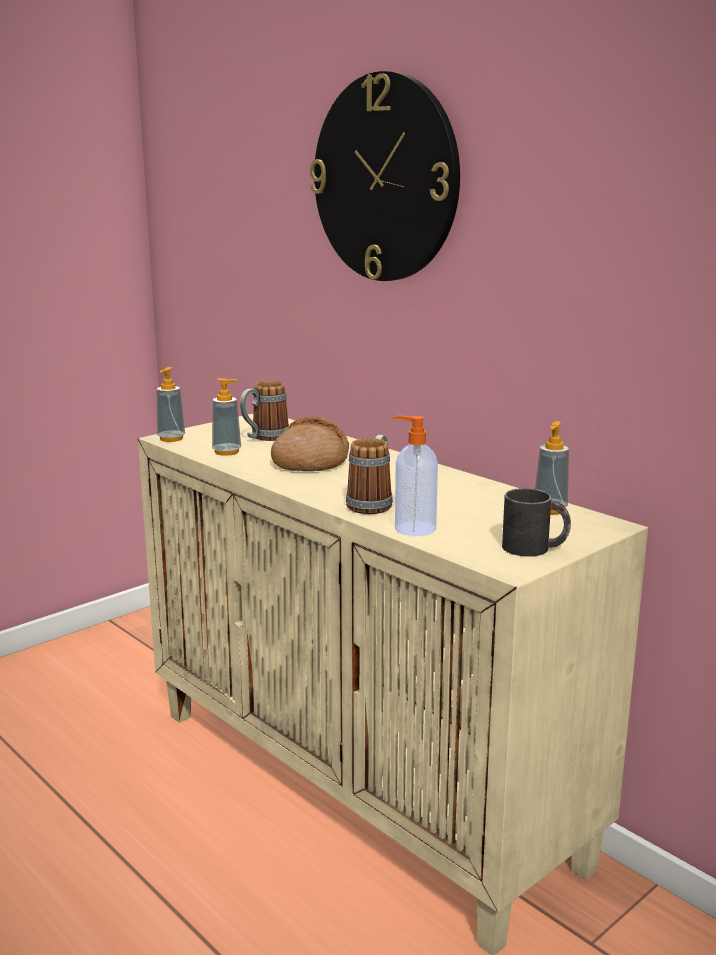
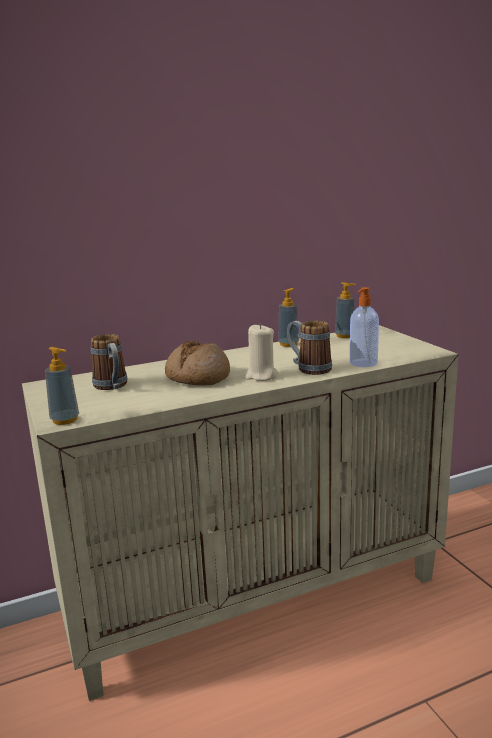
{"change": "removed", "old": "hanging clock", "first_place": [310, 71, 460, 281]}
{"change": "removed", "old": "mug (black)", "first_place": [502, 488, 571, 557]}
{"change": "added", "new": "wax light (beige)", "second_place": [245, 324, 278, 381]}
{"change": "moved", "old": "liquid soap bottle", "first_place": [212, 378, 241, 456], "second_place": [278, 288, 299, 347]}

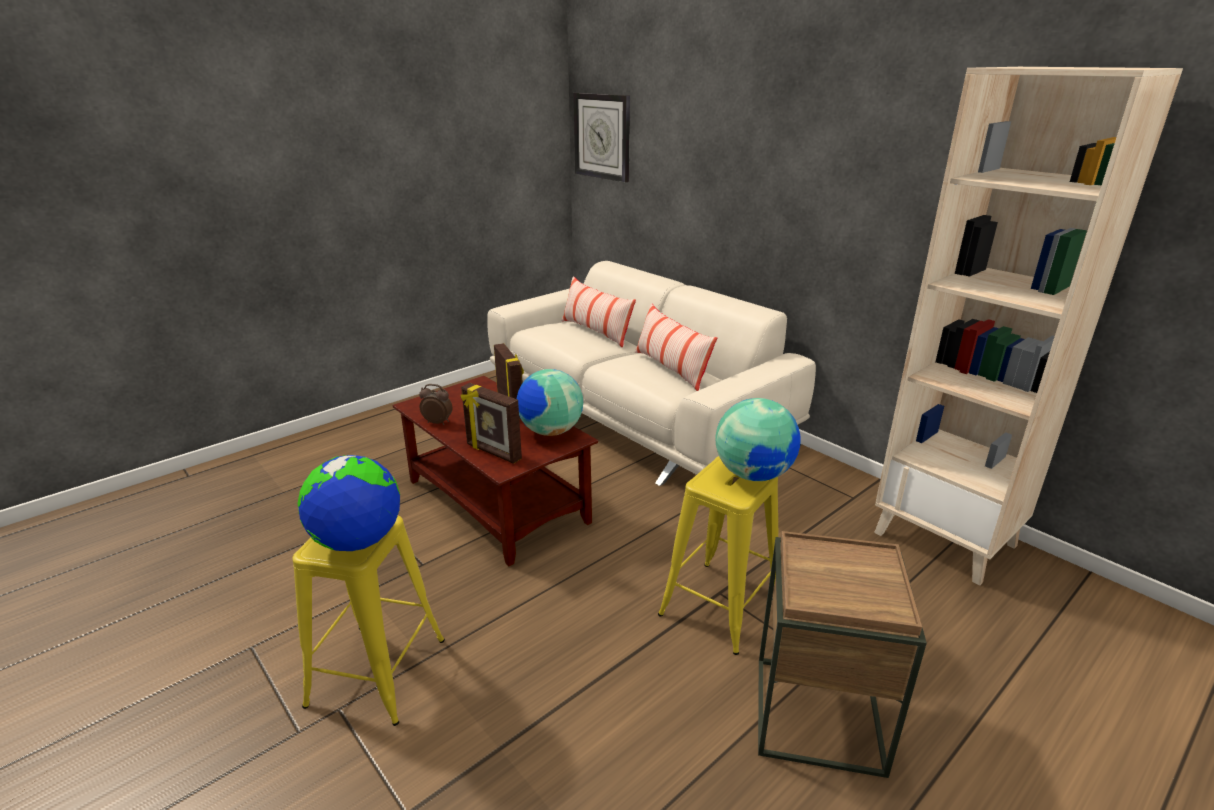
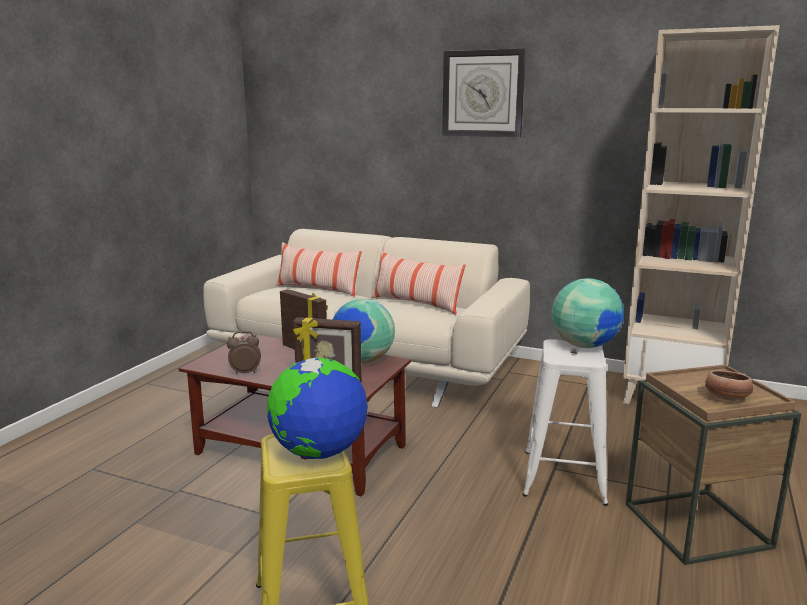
{"change": "added", "new": "deep dish", "second_place": [705, 370, 753, 400]}
{"change": "moved", "old": "hanging clock", "first_place": [574, 93, 630, 182], "second_place": [442, 49, 526, 137]}
{"change": "recoloured", "old": "sitting stool (yellowish)", "new": "sitting stool (whitish)", "first_place": [658, 456, 778, 655], "second_place": [523, 339, 608, 506]}

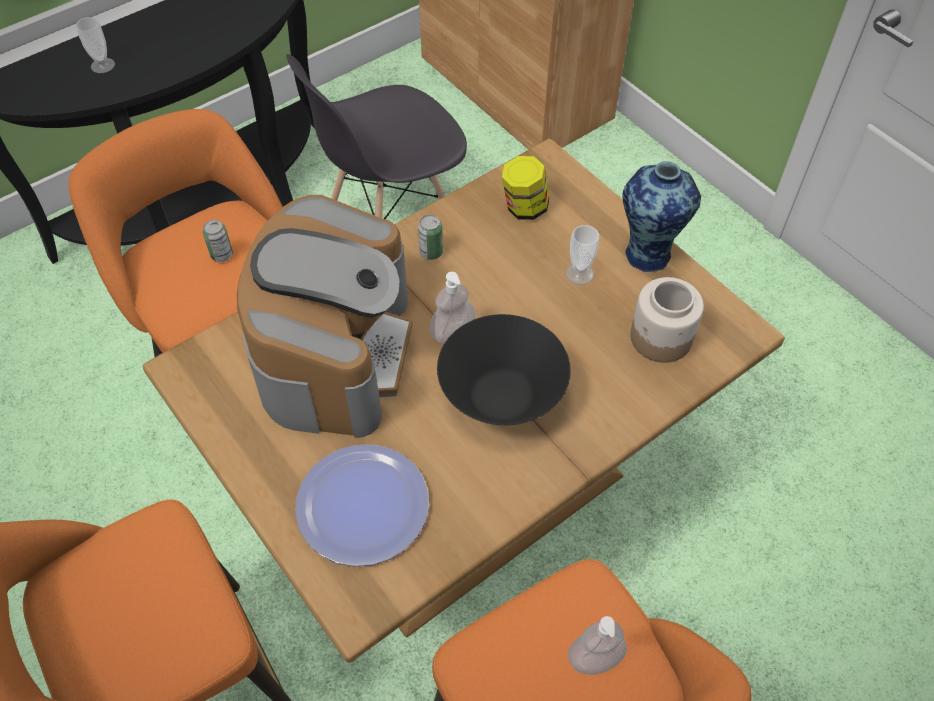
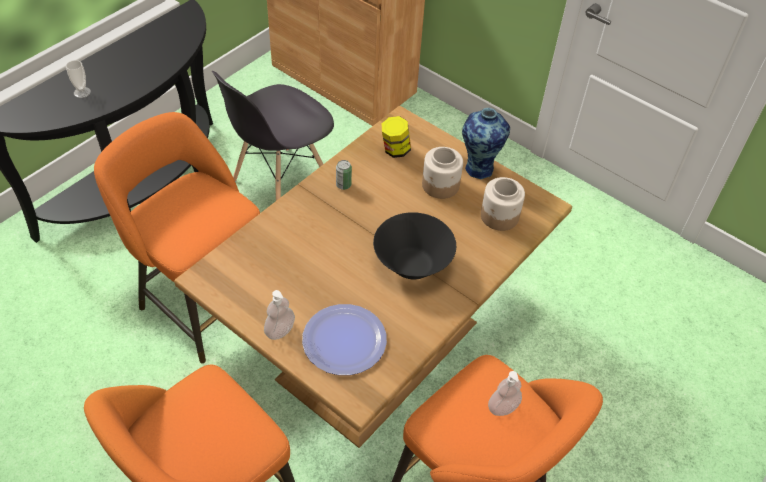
{"change": "removed", "old": "sealed can", "first_place": [203, 220, 233, 262]}
{"change": "removed", "old": "coffee maker", "first_place": [237, 195, 413, 438]}
{"change": "moved", "old": "liquid soap bottle", "first_place": [429, 272, 476, 343], "second_place": [264, 290, 295, 340]}
{"change": "replaced", "old": "drinking cup", "new": "jar", "first_place": [566, 225, 599, 285], "second_place": [422, 147, 463, 199]}

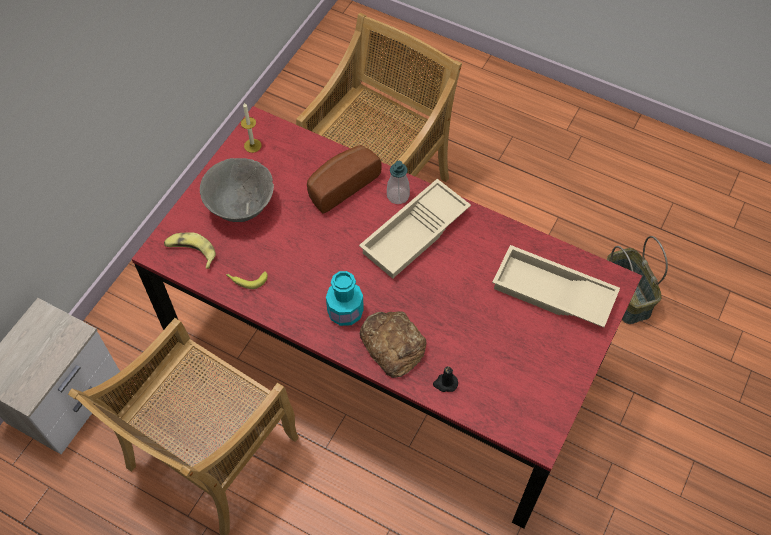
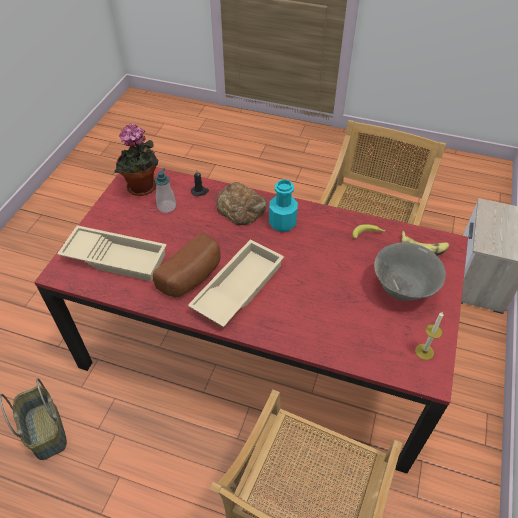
{"change": "added", "new": "plant in a pot", "second_place": [114, 123, 158, 196]}
{"change": "moved", "old": "baked bread", "first_place": [307, 145, 382, 214], "second_place": [153, 233, 221, 298]}
{"change": "moved", "old": "liquid soap bottle", "first_place": [387, 161, 410, 204], "second_place": [155, 168, 176, 213]}

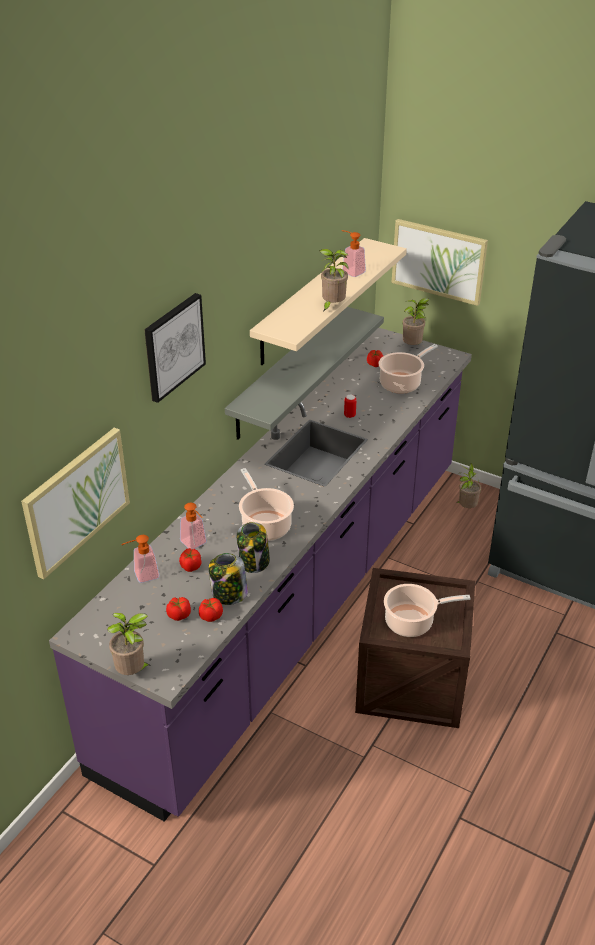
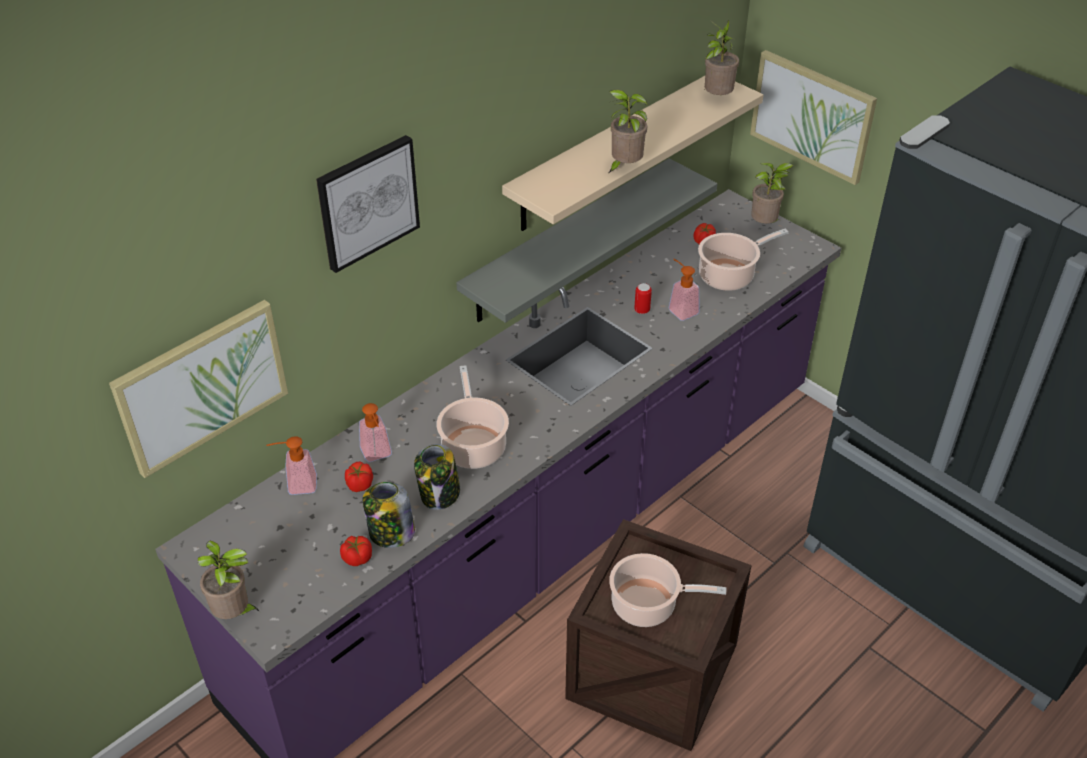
{"change": "removed", "old": "fresh tomato", "first_place": [166, 597, 191, 621]}
{"change": "moved", "old": "liquid soap bottle", "first_place": [342, 230, 366, 277], "second_place": [669, 259, 700, 321]}
{"change": "moved", "old": "plant in a pot", "first_place": [456, 463, 481, 508], "second_place": [704, 20, 739, 95]}

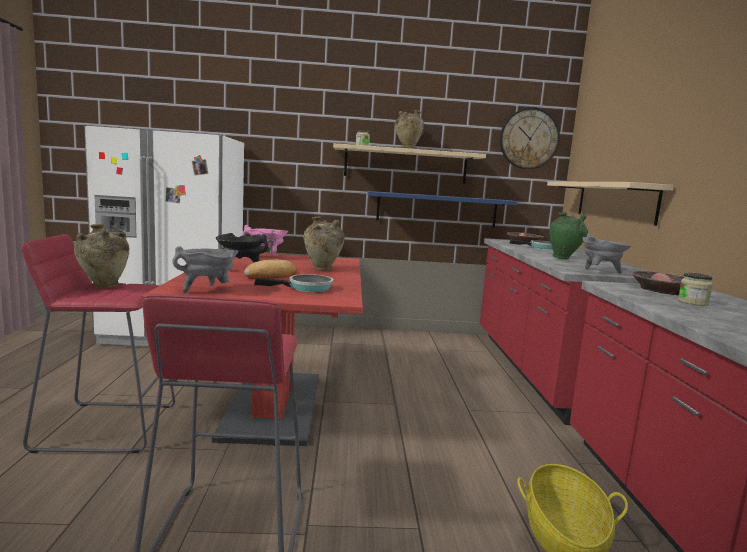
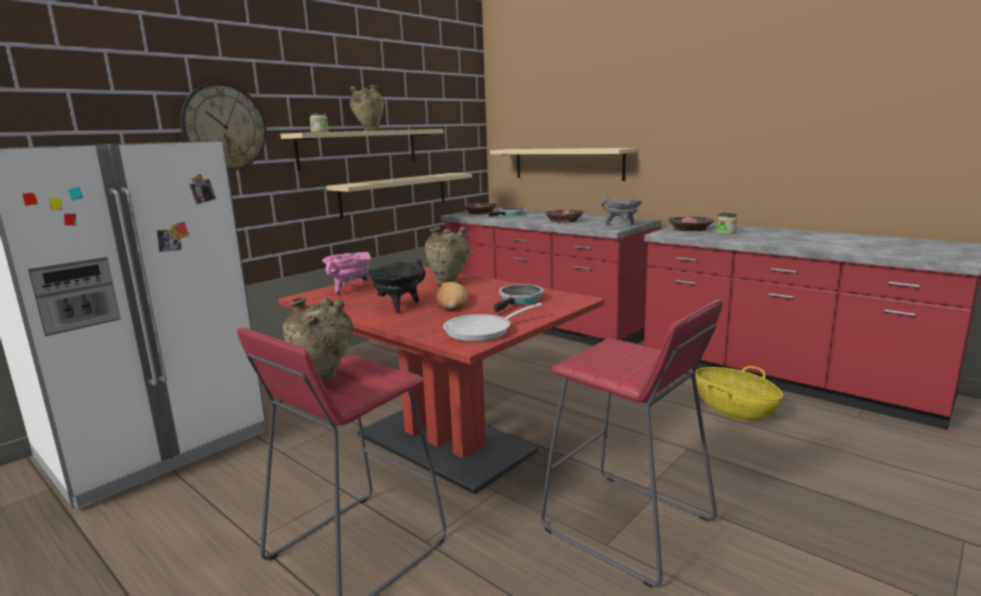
{"change": "moved", "old": "hanging clock", "first_place": [500, 107, 560, 169], "second_place": [180, 82, 266, 170]}
{"change": "replaced", "old": "saucepot (grey)", "new": "pan", "first_place": [172, 246, 239, 293], "second_place": [443, 303, 542, 342]}
{"change": "replaced", "old": "vase (green)", "new": "deep dish", "first_place": [549, 212, 588, 259], "second_place": [544, 209, 584, 223]}
{"change": "recoloured", "old": "bracket shelf (bluish)", "new": "bracket shelf (beige)", "first_place": [367, 191, 517, 227], "second_place": [326, 173, 472, 219]}

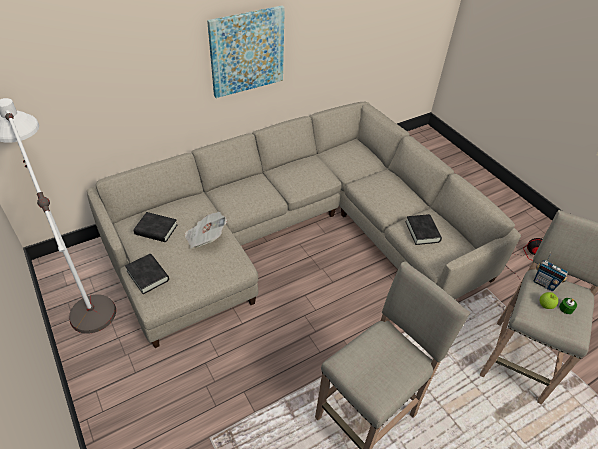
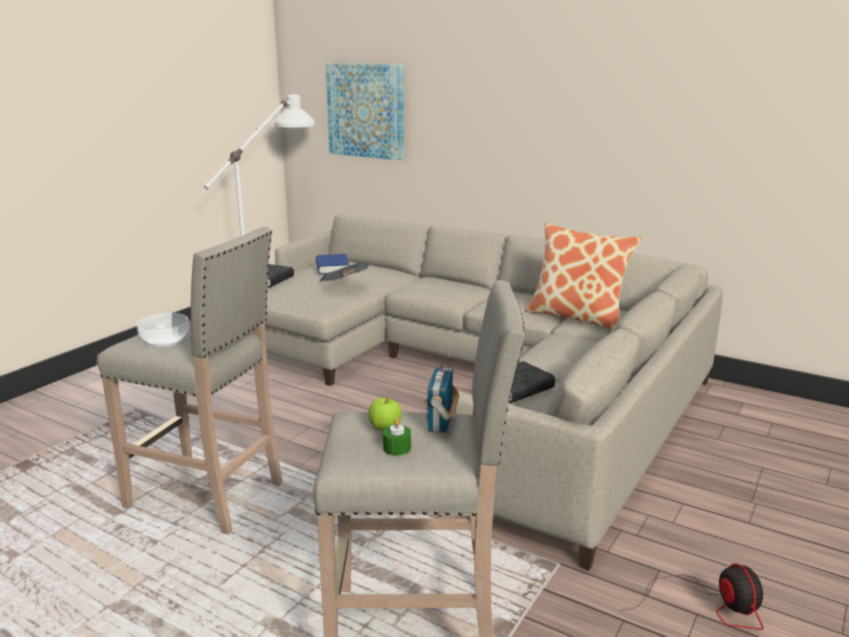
{"change": "added", "new": "deep dish", "second_place": [136, 313, 189, 347]}
{"change": "added", "new": "cushion", "second_place": [525, 223, 641, 330]}
{"change": "moved", "old": "wall art", "first_place": [207, 6, 285, 98], "second_place": [326, 63, 404, 160]}
{"change": "recoloured", "old": "book (black)", "new": "book (bluish)", "first_place": [134, 212, 177, 242], "second_place": [316, 254, 350, 275]}

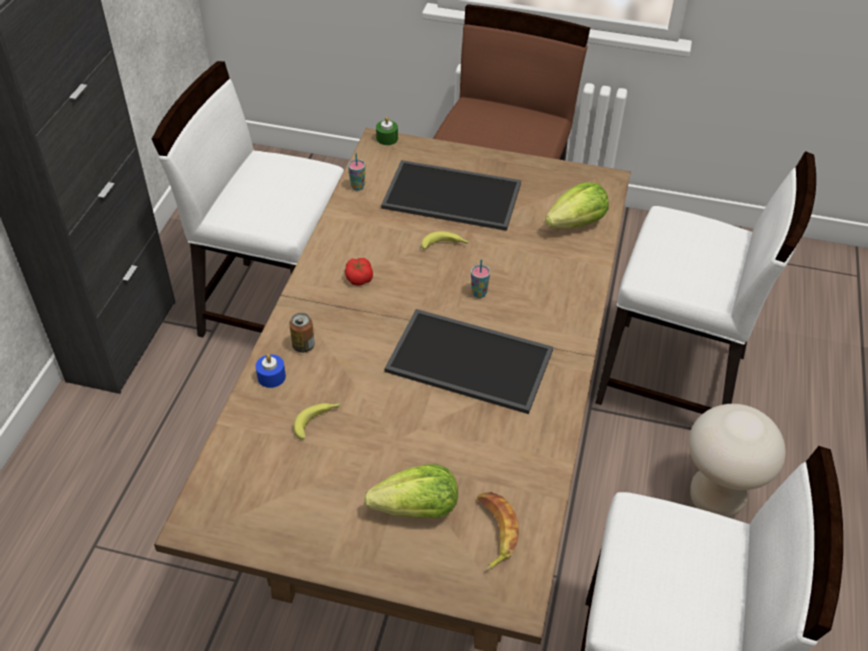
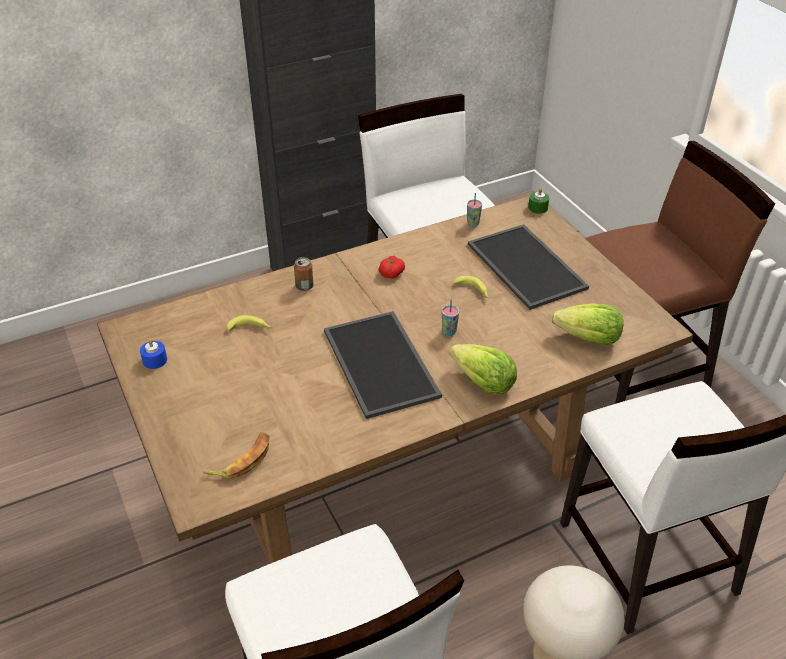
{"change": "moved", "old": "wax light (bluish)", "first_place": [256, 354, 286, 388], "second_place": [140, 339, 167, 369]}
{"change": "moved", "old": "head of lettuce", "first_place": [364, 464, 458, 518], "second_place": [450, 344, 517, 395]}

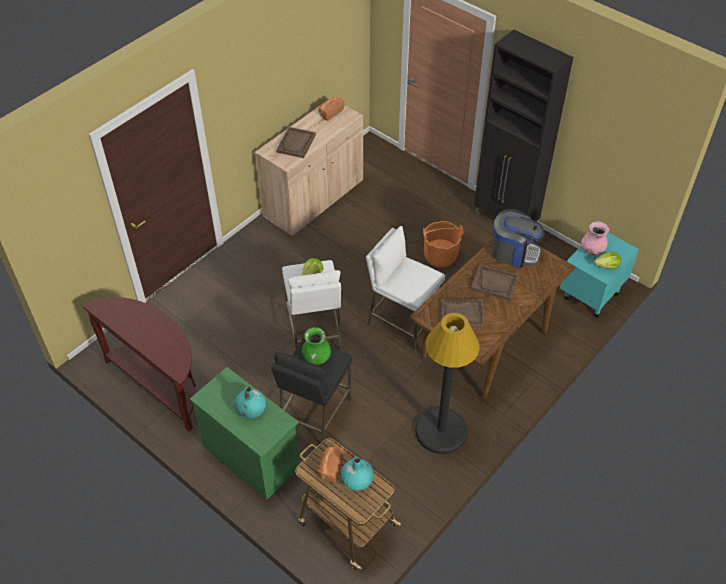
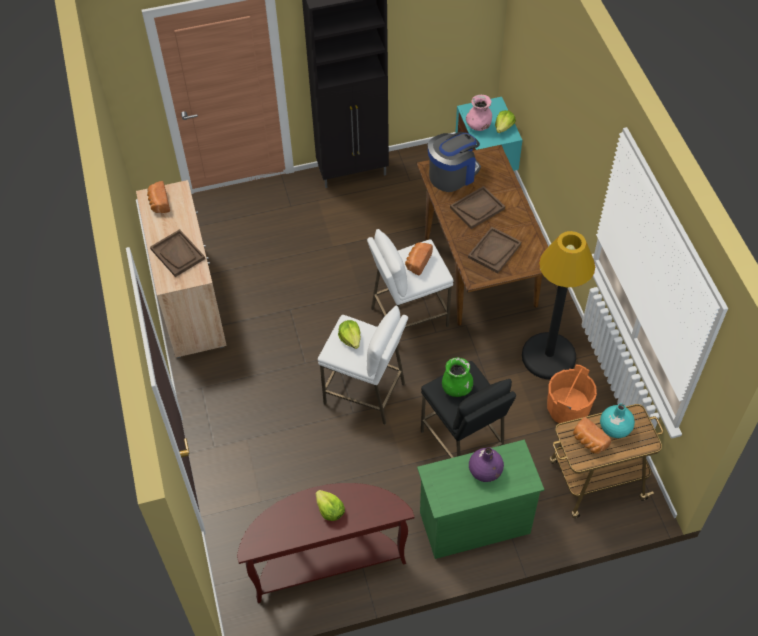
{"change": "added", "new": "head of lettuce", "second_place": [316, 490, 345, 521]}
{"change": "added", "new": "baked bread", "second_place": [405, 243, 433, 275]}
{"change": "moved", "old": "pail (orange-coloured)", "first_place": [423, 221, 464, 267], "second_place": [547, 364, 597, 423]}
{"change": "recoloured", "old": "vase (turquoise-coloured)", "new": "vase (purplish)", "first_place": [235, 386, 266, 419], "second_place": [469, 447, 504, 482]}

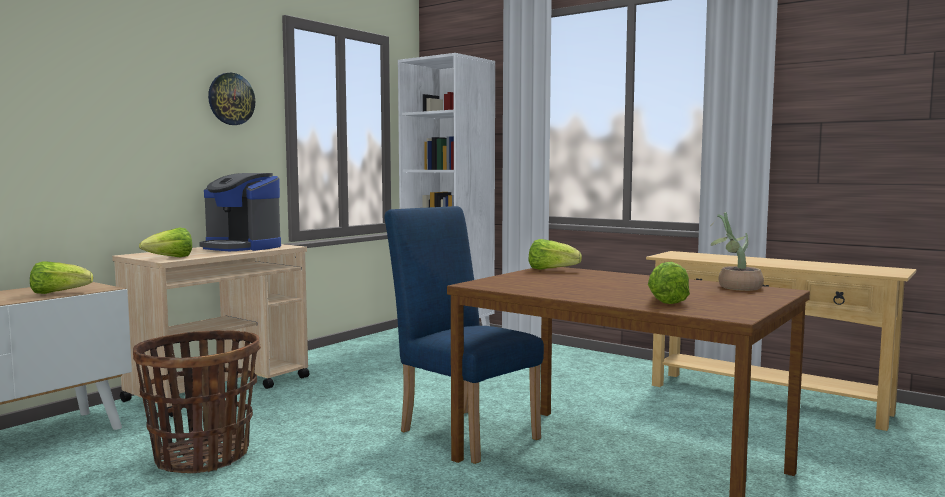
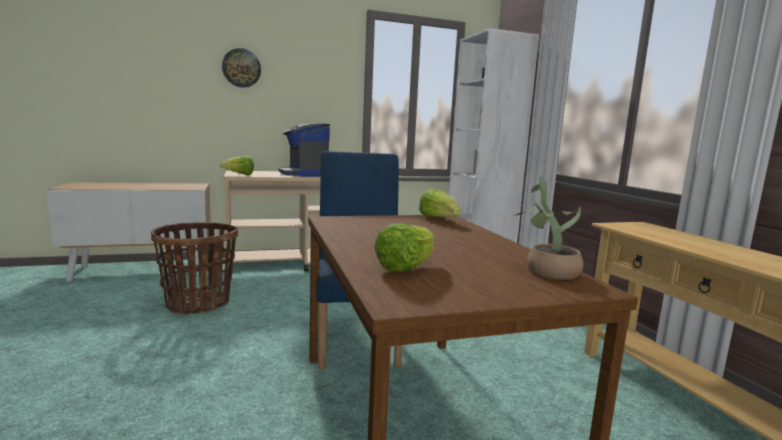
{"change": "removed", "old": "head of lettuce", "first_place": [30, 261, 93, 294]}
{"change": "moved", "old": "hanging clock", "first_place": [208, 73, 255, 125], "second_place": [222, 48, 261, 88]}

